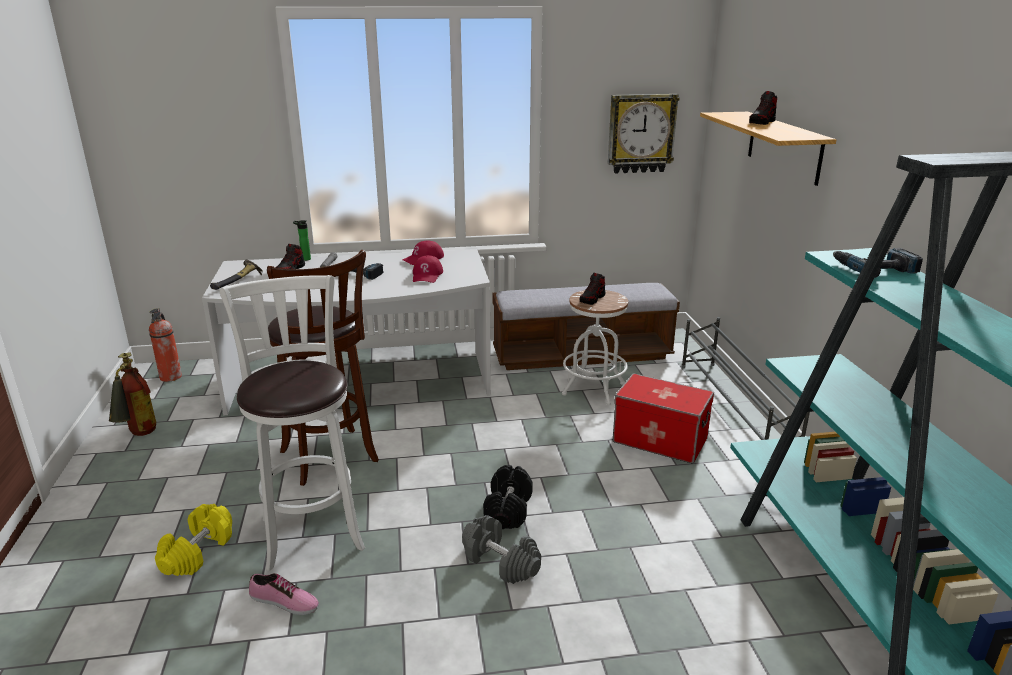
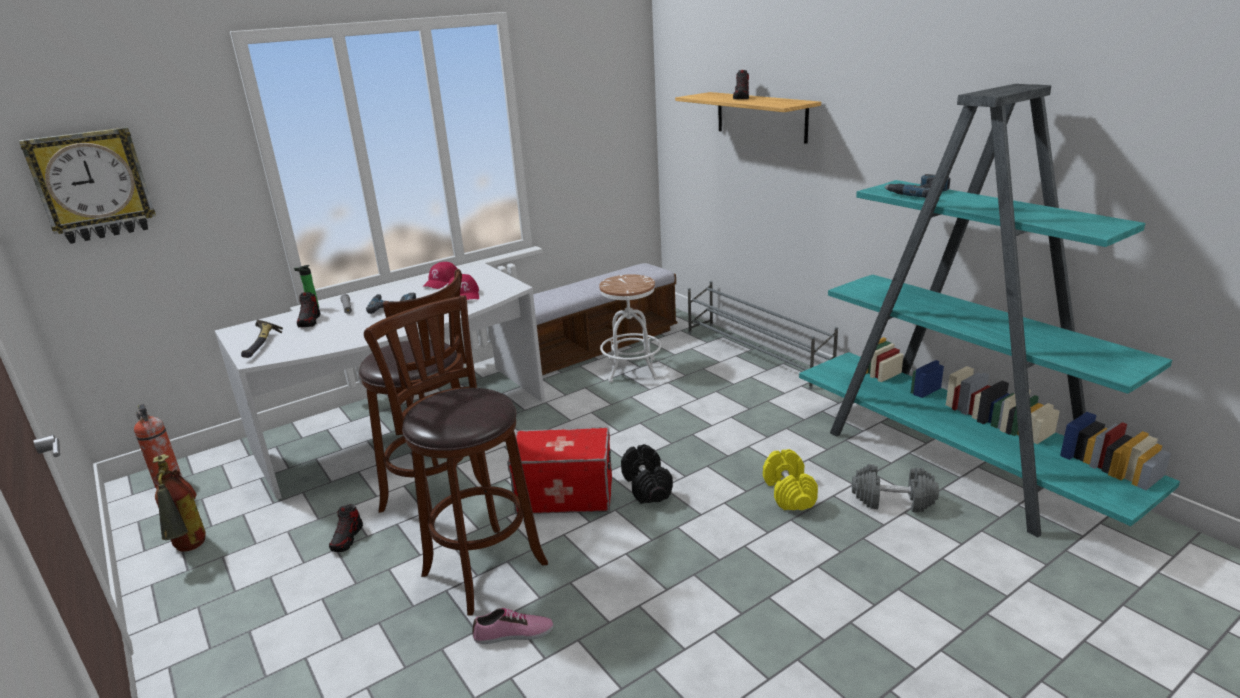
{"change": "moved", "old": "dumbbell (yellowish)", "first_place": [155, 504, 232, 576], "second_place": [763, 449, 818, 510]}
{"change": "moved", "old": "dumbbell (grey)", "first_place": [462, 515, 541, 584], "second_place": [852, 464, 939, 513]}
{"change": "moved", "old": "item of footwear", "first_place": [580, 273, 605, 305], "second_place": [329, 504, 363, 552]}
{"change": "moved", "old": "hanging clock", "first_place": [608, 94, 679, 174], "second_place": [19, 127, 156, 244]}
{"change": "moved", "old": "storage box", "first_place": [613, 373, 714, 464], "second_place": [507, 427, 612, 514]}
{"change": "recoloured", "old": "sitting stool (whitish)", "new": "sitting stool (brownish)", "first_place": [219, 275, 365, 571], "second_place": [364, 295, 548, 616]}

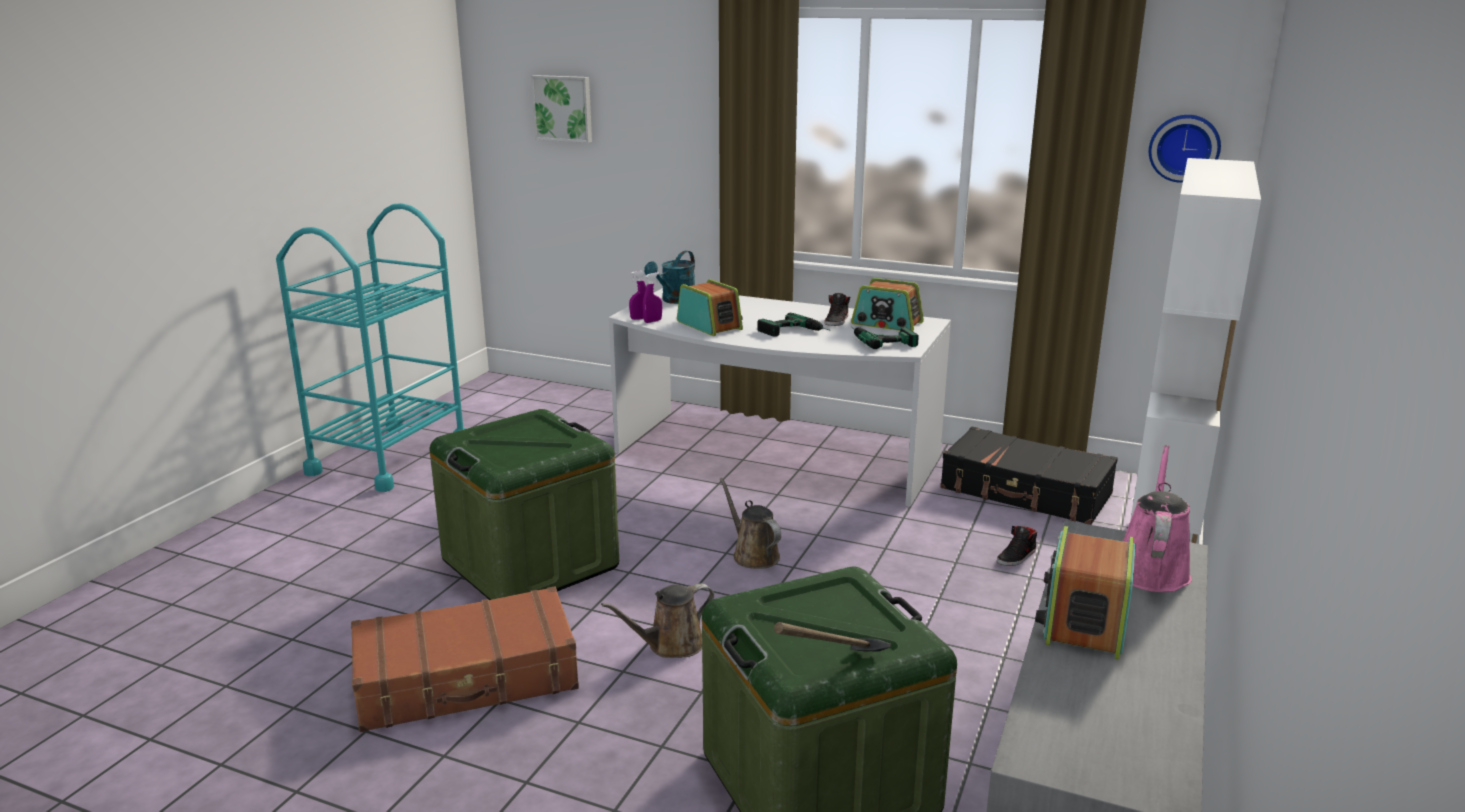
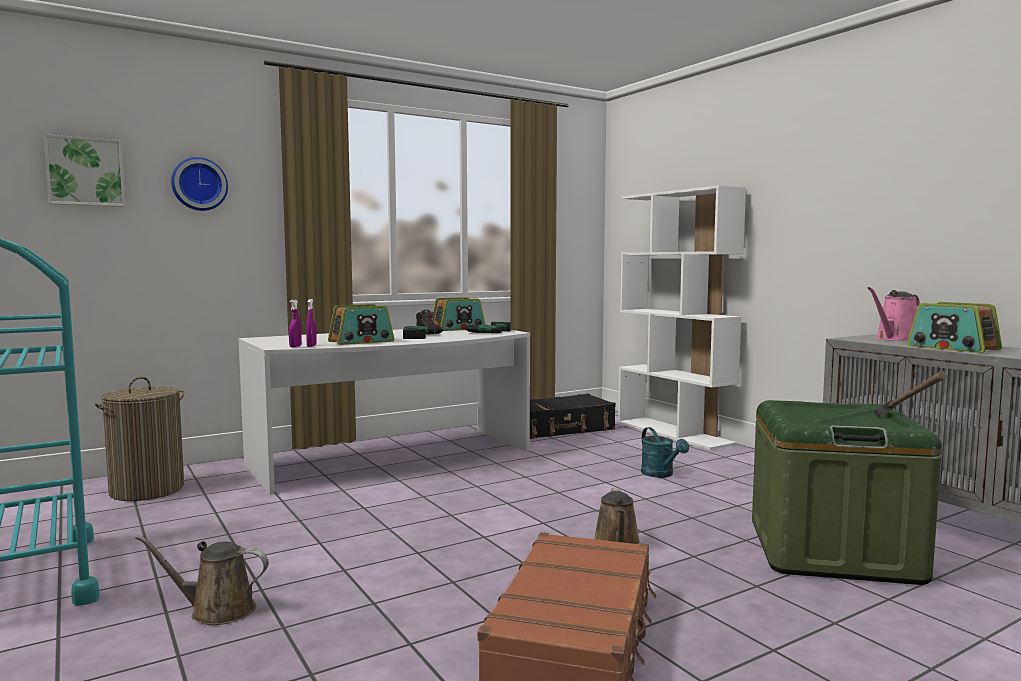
{"change": "removed", "old": "storage box (green)", "first_place": [430, 409, 619, 600]}
{"change": "removed", "old": "item of footwear (black)", "first_place": [997, 526, 1037, 566]}
{"change": "added", "new": "hamper", "second_place": [95, 377, 184, 501]}
{"change": "moved", "old": "watering pot (turquoise-coloured)", "first_place": [644, 251, 695, 304], "second_place": [641, 427, 689, 478]}
{"change": "moved", "old": "watering pot (brownish)", "first_place": [720, 478, 781, 569], "second_place": [135, 535, 269, 625]}
{"change": "moved", "old": "hanging clock", "first_place": [1149, 115, 1221, 183], "second_place": [171, 157, 228, 211]}
{"change": "turned", "old": "radio set", "first_place": [677, 279, 743, 336], "second_place": [328, 304, 394, 345], "degrees": 150}
{"change": "turned", "old": "watering pot (pink)", "first_place": [1123, 445, 1192, 592], "second_place": [867, 287, 919, 341], "degrees": -90}

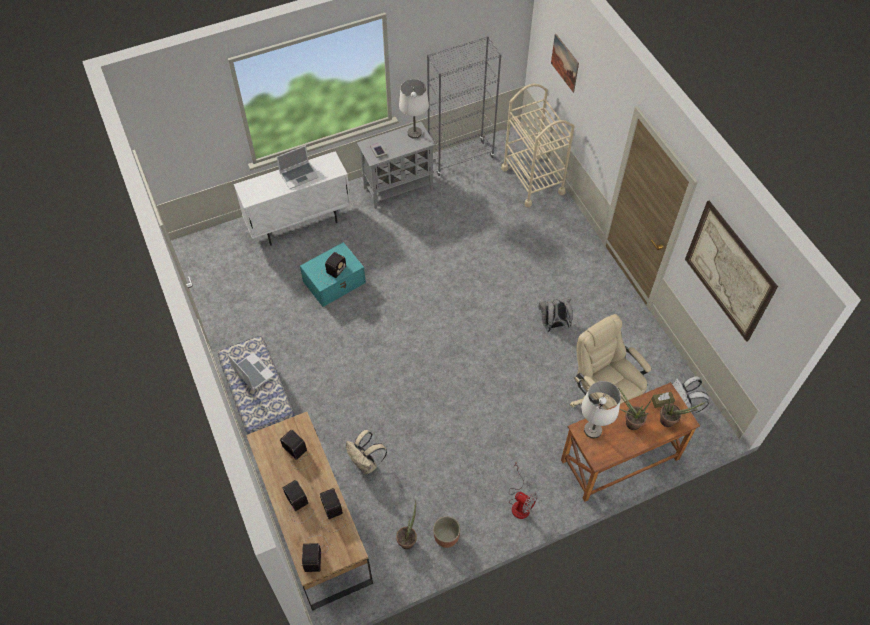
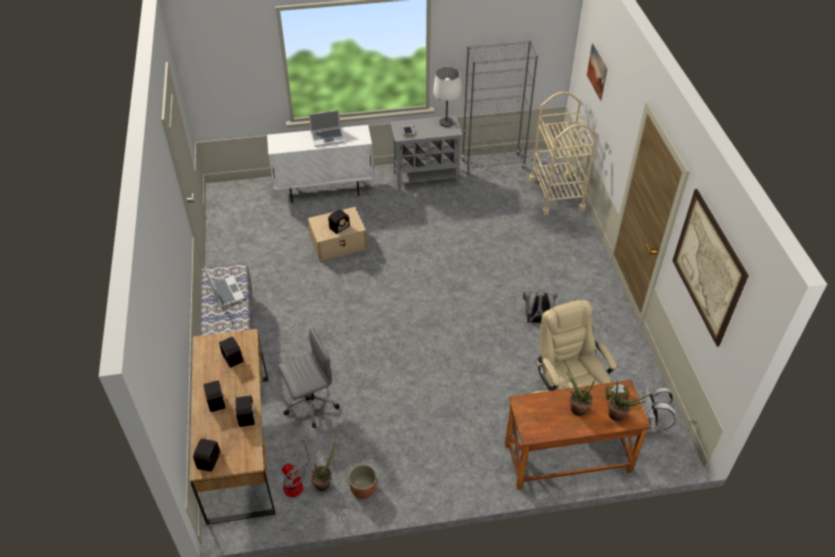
{"change": "removed", "old": "table lamp (whitish)", "first_place": [581, 381, 621, 439]}
{"change": "moved", "old": "electric fan", "first_place": [509, 461, 537, 519], "second_place": [282, 437, 309, 497]}
{"change": "replaced", "old": "backpack (beige)", "new": "computer chair (grey)", "first_place": [346, 430, 387, 474], "second_place": [277, 327, 340, 428]}
{"change": "recoloured", "old": "storage box (turquoise-coloured)", "new": "storage box (beige)", "first_place": [300, 242, 366, 307], "second_place": [307, 207, 367, 261]}

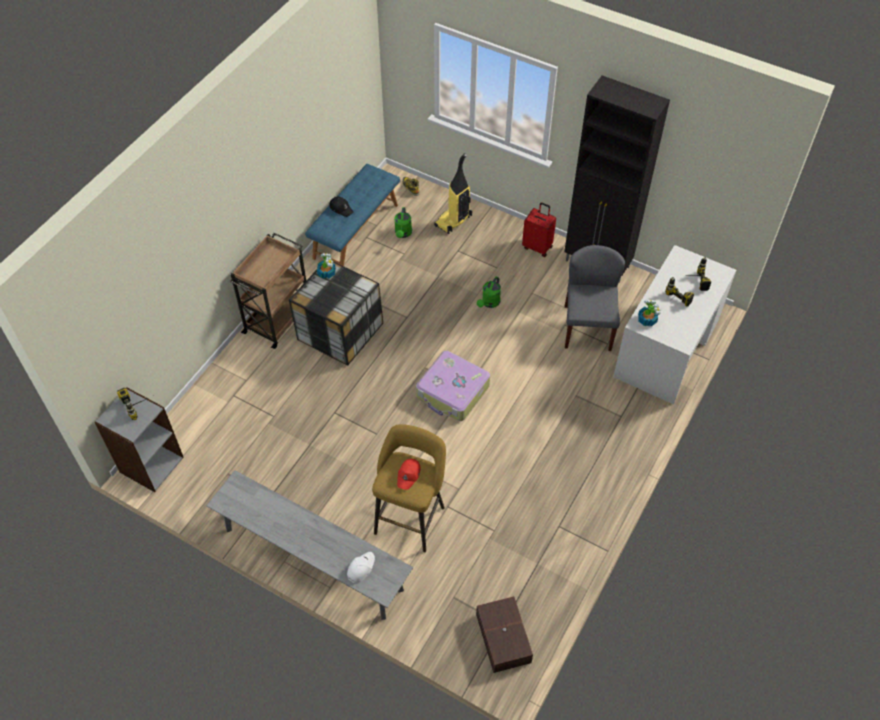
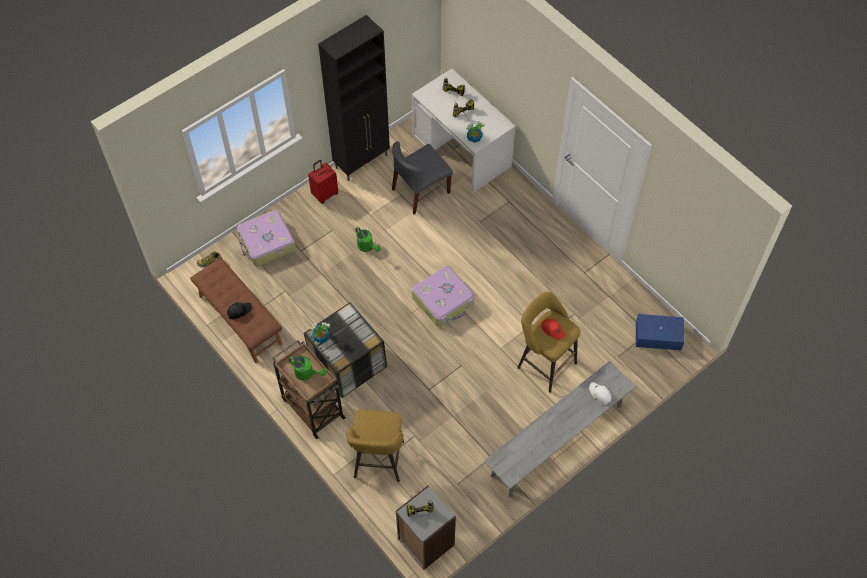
{"change": "added", "new": "sitting stool (yellowish)", "second_place": [347, 410, 404, 482]}
{"change": "moved", "old": "watering pot (green)", "first_place": [394, 207, 412, 238], "second_place": [289, 356, 326, 380]}
{"change": "replaced", "old": "vacuum", "new": "piece of luggage", "first_place": [434, 153, 472, 234], "second_place": [237, 210, 296, 267]}
{"change": "recoloured", "old": "indoor bench (bluish)", "new": "indoor bench (brownish)", "first_place": [305, 164, 400, 266], "second_place": [190, 258, 283, 363]}
{"change": "recoloured", "old": "storage box (brownish)", "new": "storage box (bluish)", "first_place": [476, 596, 533, 673], "second_place": [636, 314, 684, 350]}
{"change": "turned", "old": "plain chair (grey)", "first_place": [565, 245, 625, 351], "second_place": [392, 141, 453, 215], "degrees": -60}

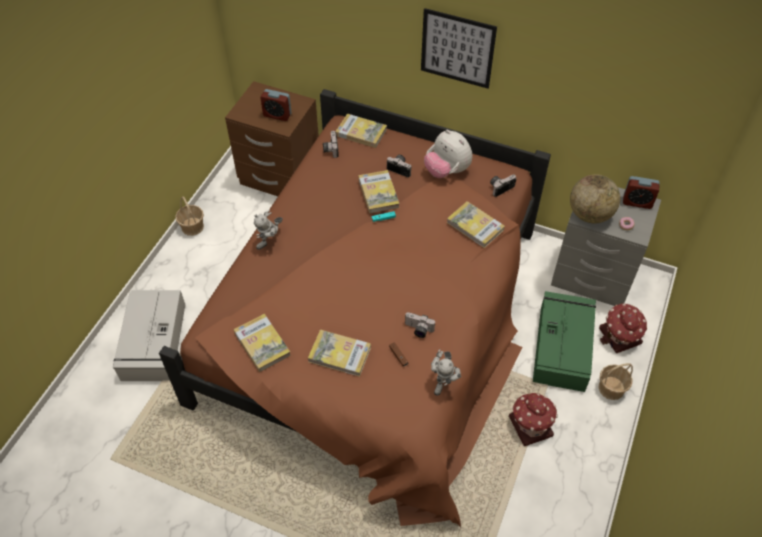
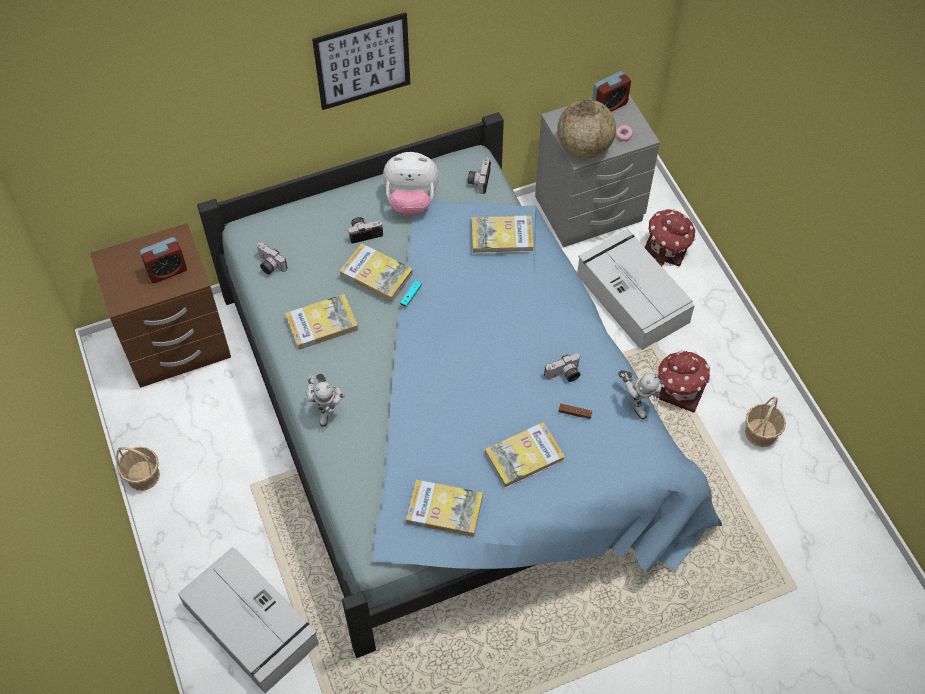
{"change": "moved", "old": "book", "first_place": [335, 114, 387, 148], "second_place": [285, 294, 358, 350]}
{"change": "moved", "old": "storage basket", "first_place": [598, 363, 633, 400], "second_place": [745, 396, 786, 447]}
{"change": "recoloured", "old": "bed (brownish)", "new": "bed (bluish)", "first_place": [159, 89, 551, 527], "second_place": [197, 112, 722, 658]}
{"change": "recoloured", "old": "storage box (green)", "new": "storage box (grey)", "first_place": [533, 291, 596, 392], "second_place": [577, 229, 695, 350]}

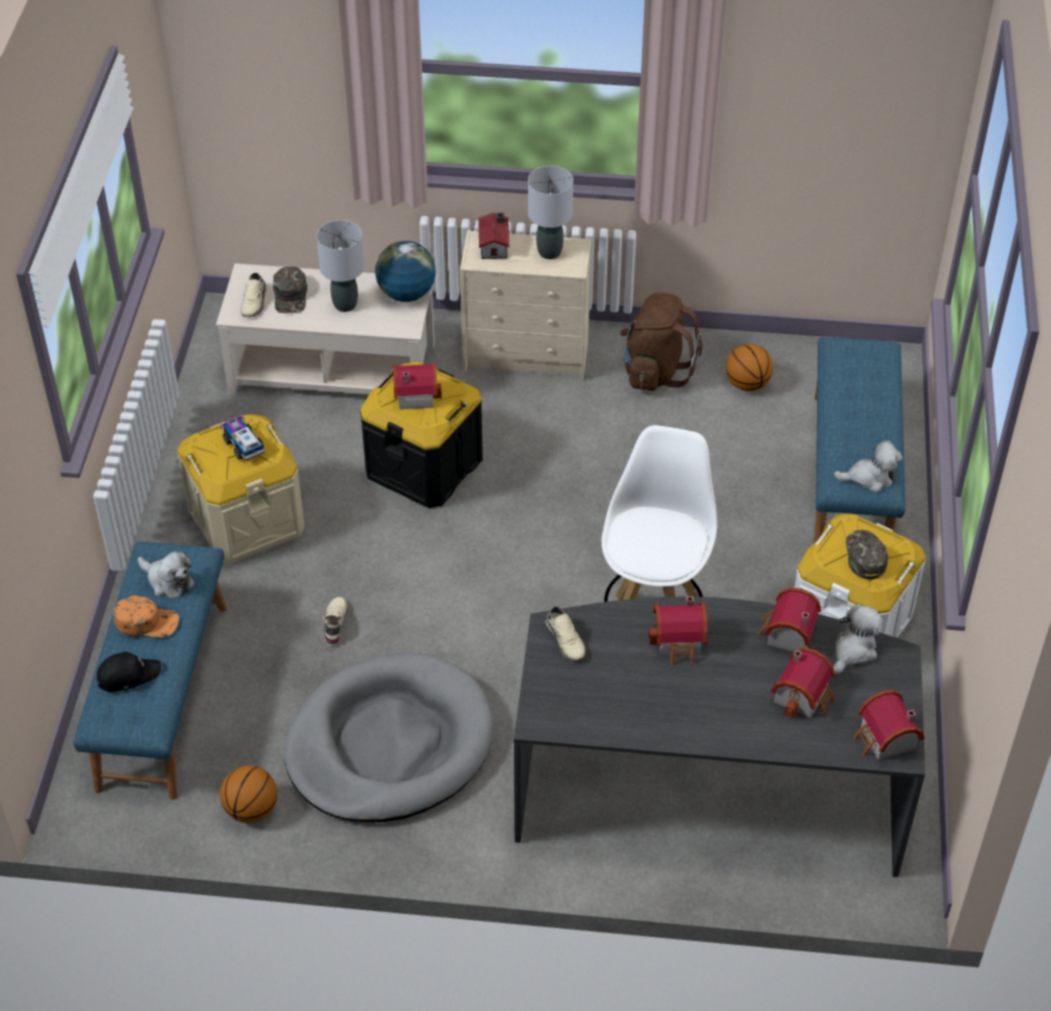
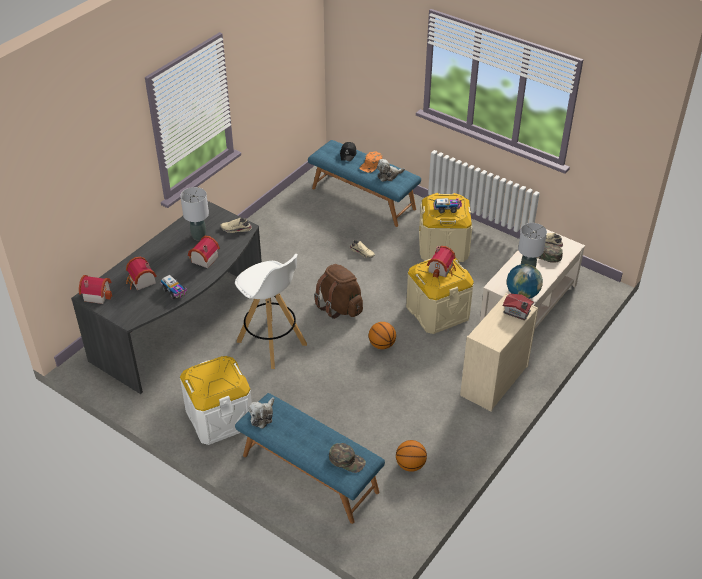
{"change": "removed", "old": "pet bed (grey)", "first_place": [284, 653, 494, 822]}
{"change": "removed", "old": "soft toy", "first_place": [833, 604, 883, 675]}
{"change": "moved", "old": "basketball", "first_place": [220, 765, 277, 823], "second_place": [369, 322, 396, 349]}
{"change": "moved", "old": "table lamp (grey)", "first_place": [528, 166, 573, 259], "second_place": [180, 187, 209, 240]}
{"change": "moved", "old": "backpack (brownish)", "first_place": [620, 293, 703, 391], "second_place": [314, 264, 363, 319]}
{"change": "moved", "old": "baseball cap (green)", "first_place": [846, 530, 888, 579], "second_place": [329, 443, 366, 473]}
{"change": "replaced", "old": "miniature house", "new": "toy truck", "first_place": [758, 588, 821, 652], "second_place": [160, 275, 187, 299]}
{"change": "recoloured", "old": "storage box (black)", "new": "storage box (beige)", "first_place": [360, 362, 483, 508], "second_place": [406, 258, 474, 334]}

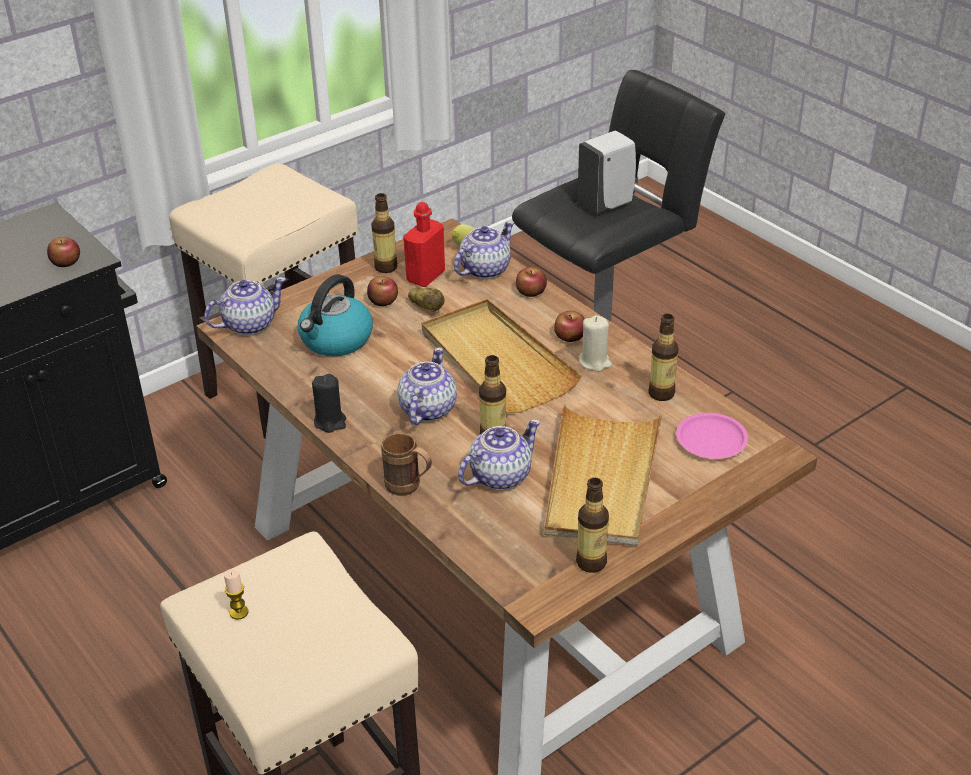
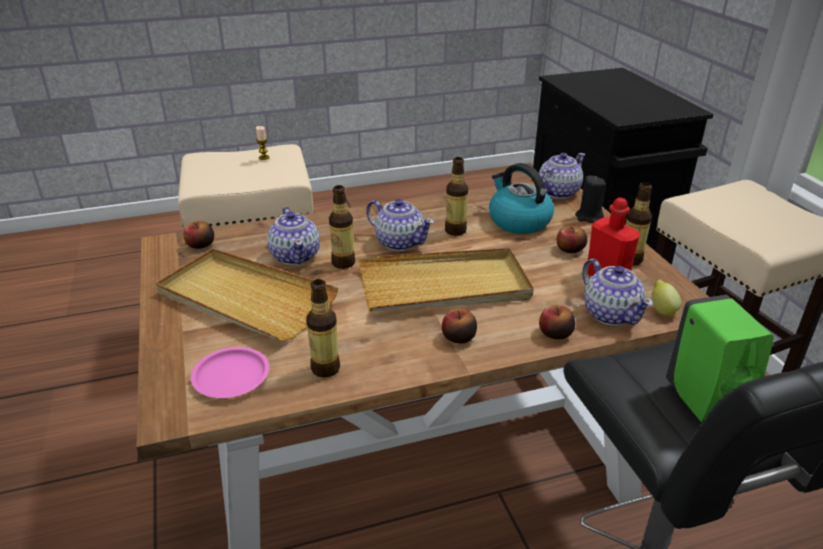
{"change": "removed", "old": "mug (brownish)", "first_place": [381, 433, 432, 496]}
{"change": "removed", "old": "whole potato", "first_place": [408, 288, 445, 312]}
{"change": "removed", "old": "wax light (beige)", "first_place": [579, 315, 612, 372]}
{"change": "moved", "old": "apple fruit", "first_place": [47, 237, 80, 267], "second_place": [183, 221, 214, 249]}
{"change": "moved", "old": "wax light (black)", "first_place": [312, 374, 346, 433], "second_place": [575, 176, 606, 223]}
{"change": "moved", "old": "beverage bottle", "first_place": [576, 478, 609, 573], "second_place": [445, 157, 468, 236]}
{"change": "recoloured", "old": "liquid soap bottle (whitish)", "new": "liquid soap bottle (green)", "first_place": [577, 131, 636, 215], "second_place": [666, 295, 774, 423]}
{"change": "turned", "old": "pot for tea", "first_place": [204, 277, 286, 335], "second_place": [539, 153, 586, 199], "degrees": -120}

